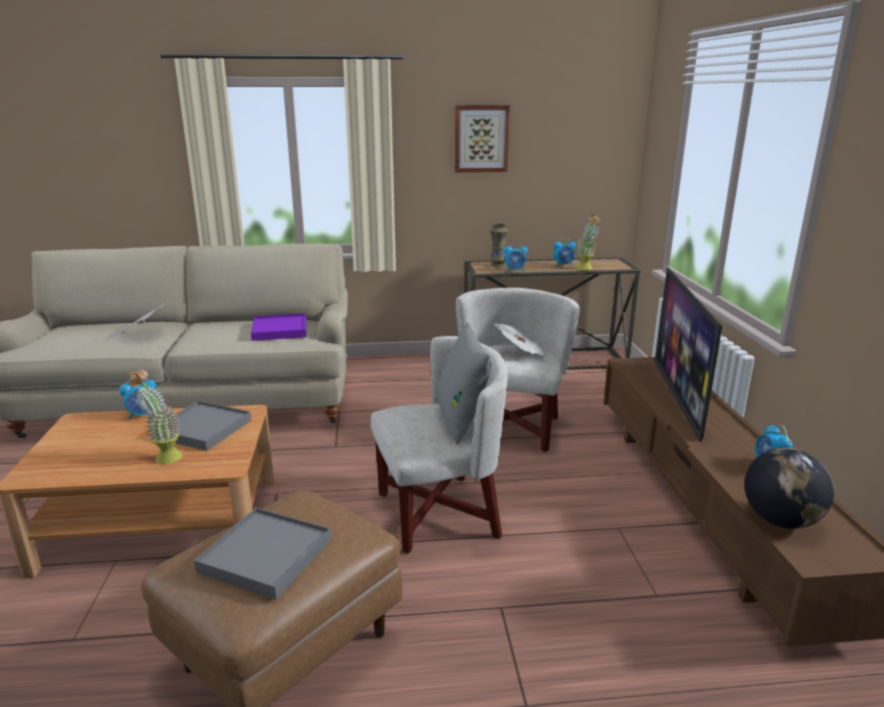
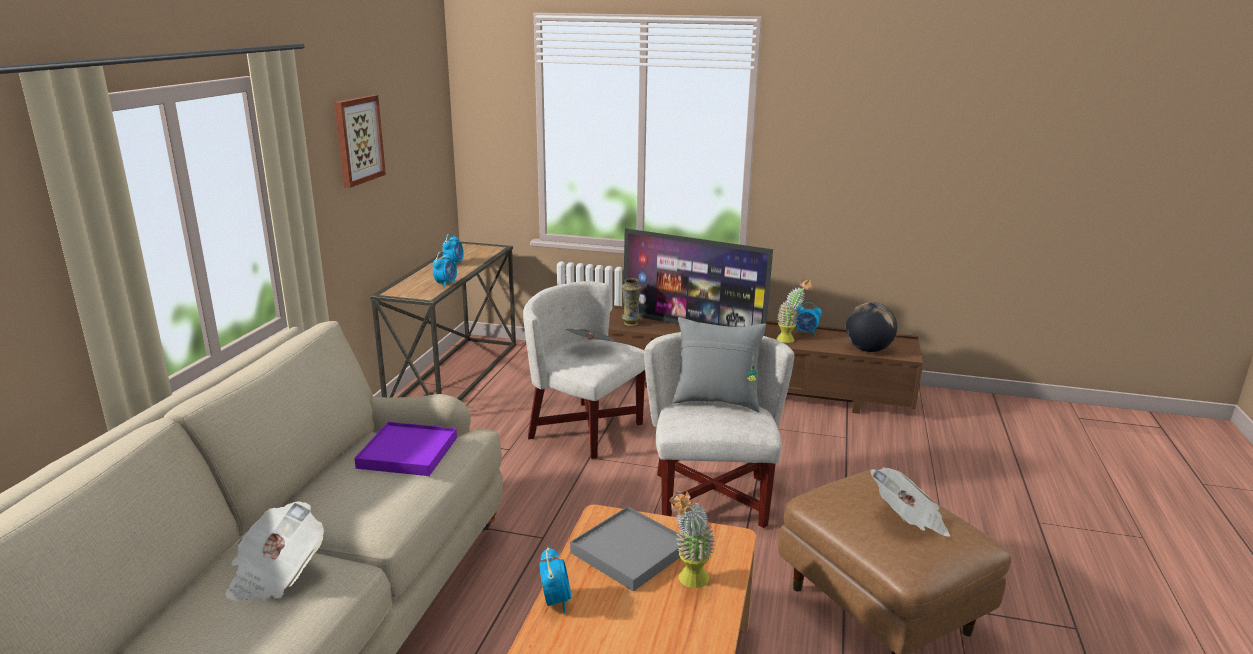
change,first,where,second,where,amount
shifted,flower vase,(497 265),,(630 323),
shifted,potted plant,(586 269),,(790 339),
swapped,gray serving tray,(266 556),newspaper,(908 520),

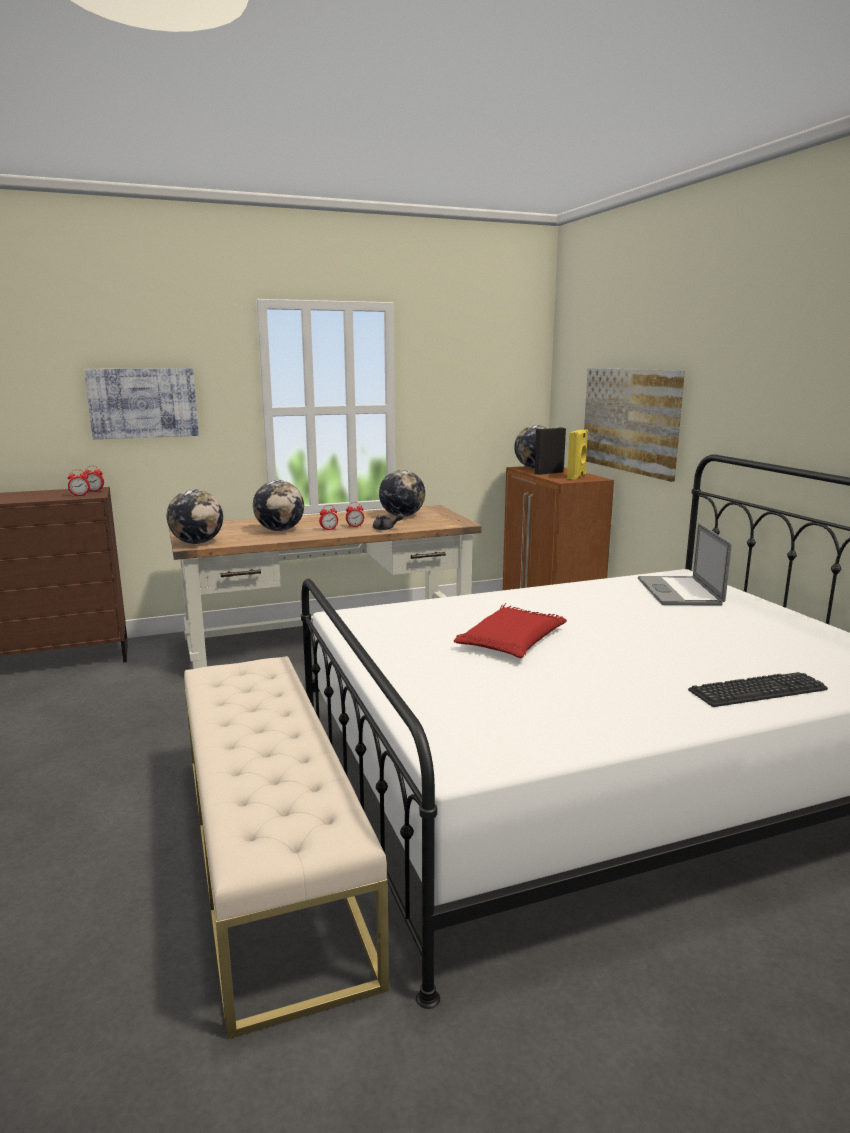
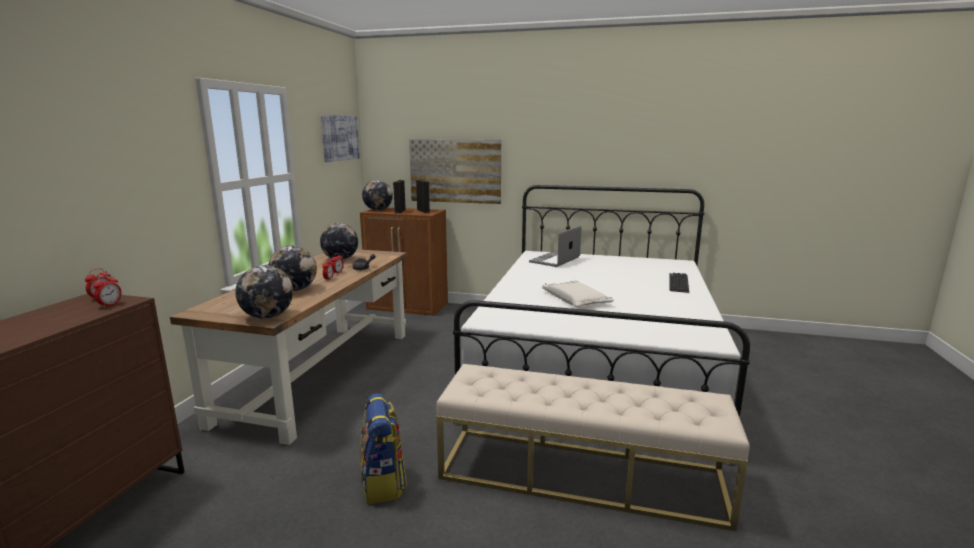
change,first,where,second,where,amount
new,,,knapsack,(383 483),
shifted,wall picture,(143 403),,(339 138),
repainted,red pillow,(511 639),whitish pillow,(576 299),
repainted,yellow speaker,(577 477),black speaker,(424 211),
rotated,laptop,(679 591),,(555 260),90 degrees clockwise

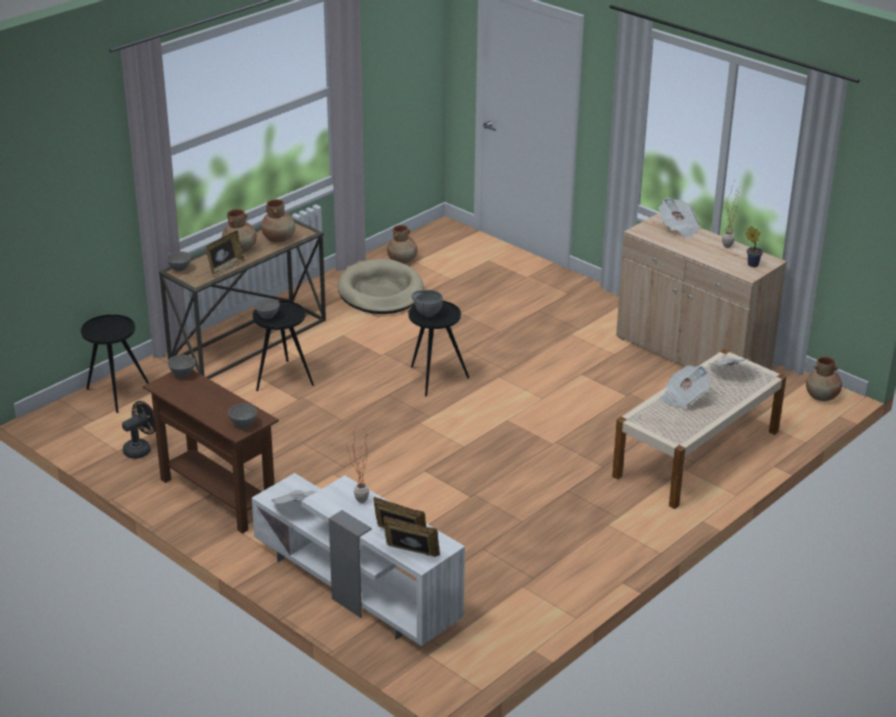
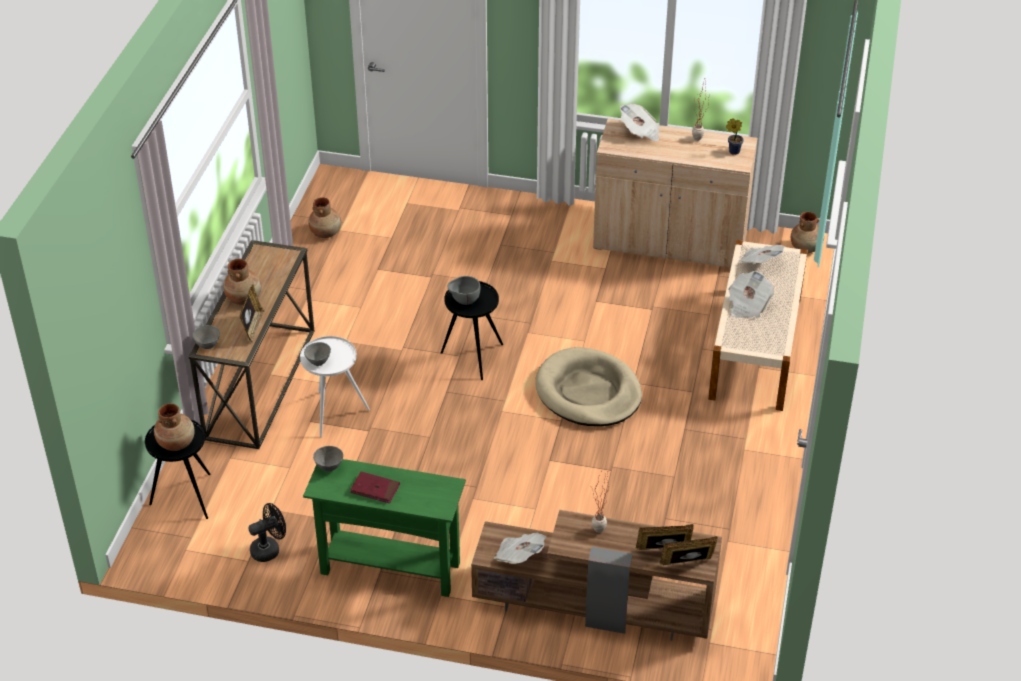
change,first,where,second,where,amount
gone,gray serving bowl,(243 425),,,
new,,,red bound book,(375 489),
shifted,brown-coloured flower vase,(279 238),,(176 442),
shifted,beige-coloured dog cushion,(380 292),,(588 392),
repainted,brown-coloured narrow table,(217 496),greenish narrow table,(390 568),
repainted,whitish tv unit,(355 584),brown-coloured tv unit,(592 602),
repainted,black end table,(282 379),whitish end table,(333 414),
rotated,black electric fan,(141 449),,(269 549),45 degrees clockwise

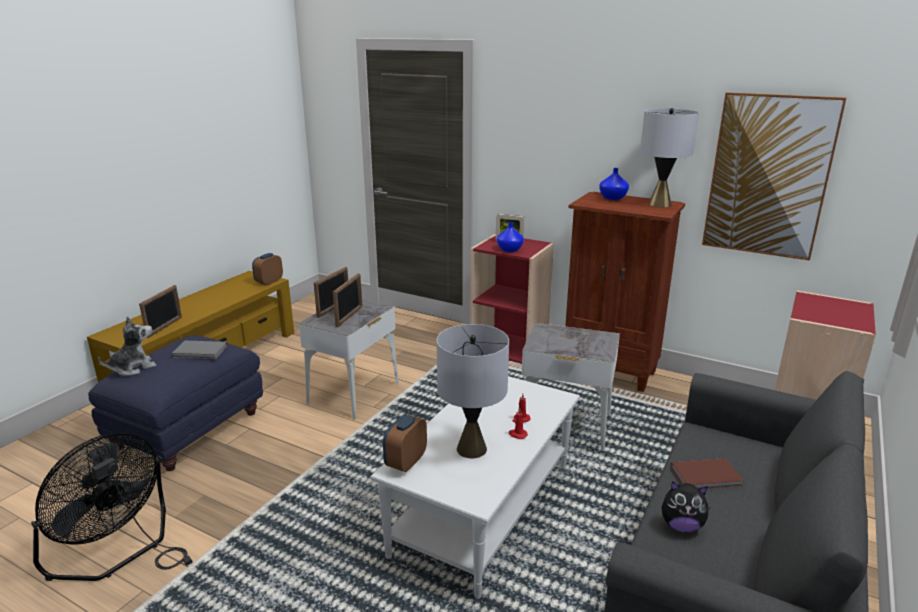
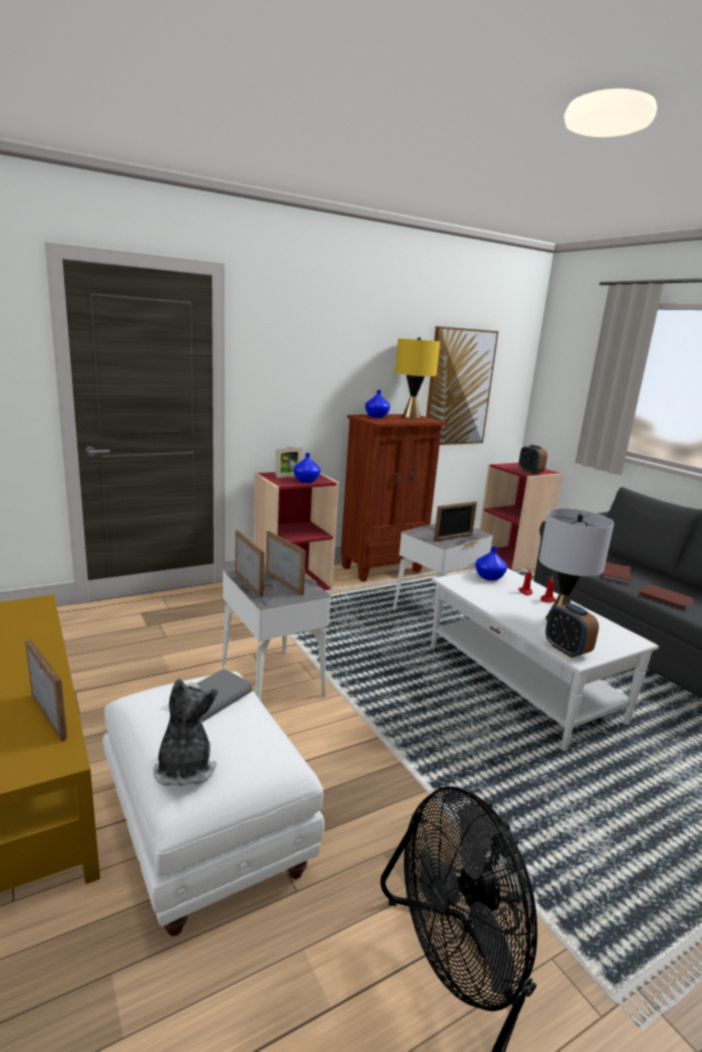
change,first,where,second,where,amount
new,,,standing frame,(453 538),
new,,,blue flower vase,(488 577),
shifted,alarm clock,(269 282),,(530 472),
swapped,plush toy,(681 526),brown-coloured bound book,(665 598),
repainted,blue footrest,(189 429),whitish footrest,(205 832),
repainted,gray tabletop lamp,(659 204),yellow tabletop lamp,(411 416),

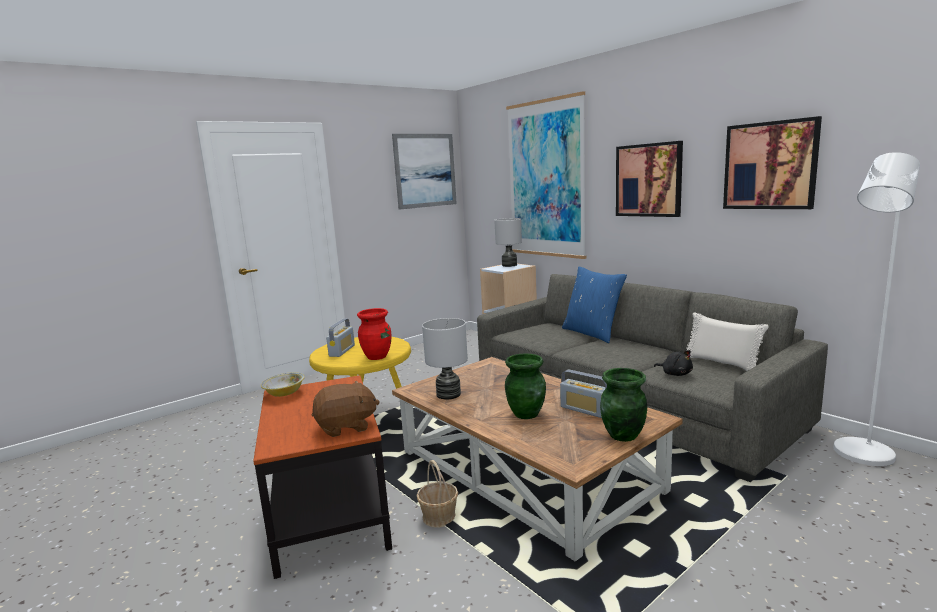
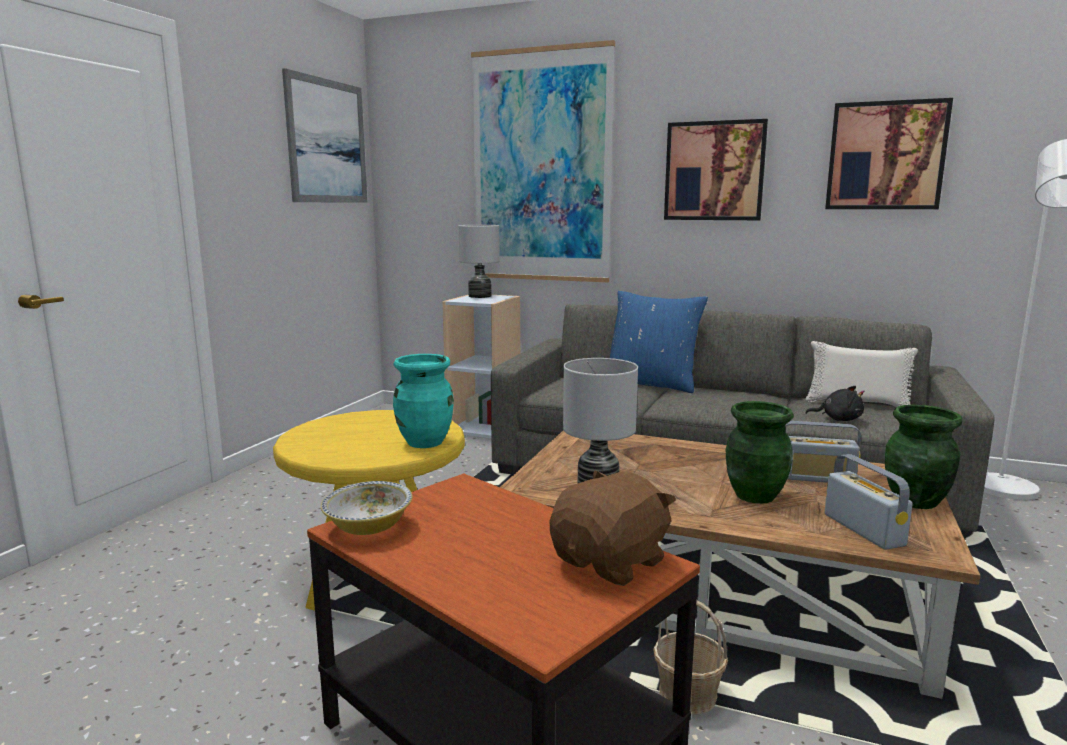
change,first,where,second,where,amount
shifted,radio receiver,(342 351),,(863 529),
repainted,red flower vase,(377 356),blue-green flower vase,(425 442),

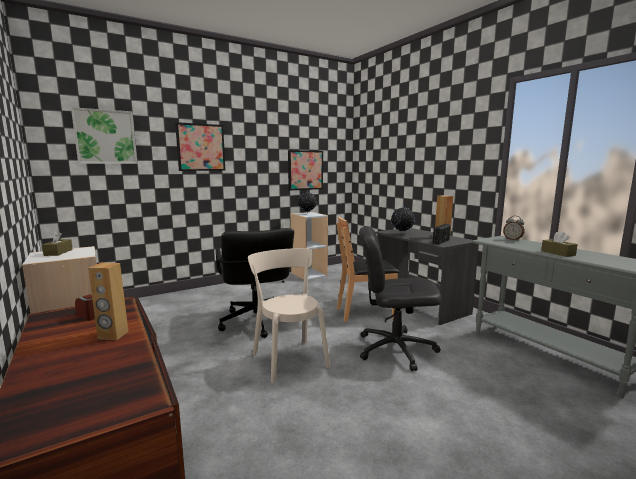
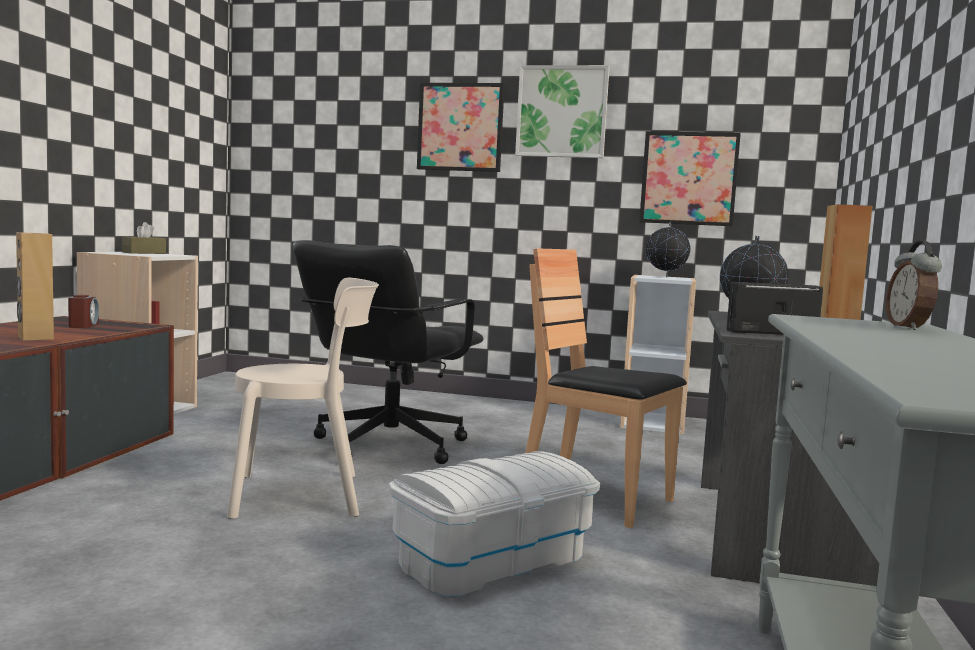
change,first,where,second,where,amount
gone,brown-coloured tissue holder,(558 253),,,
shifted,wall picture,(105 137),,(562 112),
swapped,black computer chair,(395 349),whitish storage container,(492 559),
rotated,beige-coloured upright chair,(289 358),,(305 495),60 degrees clockwise

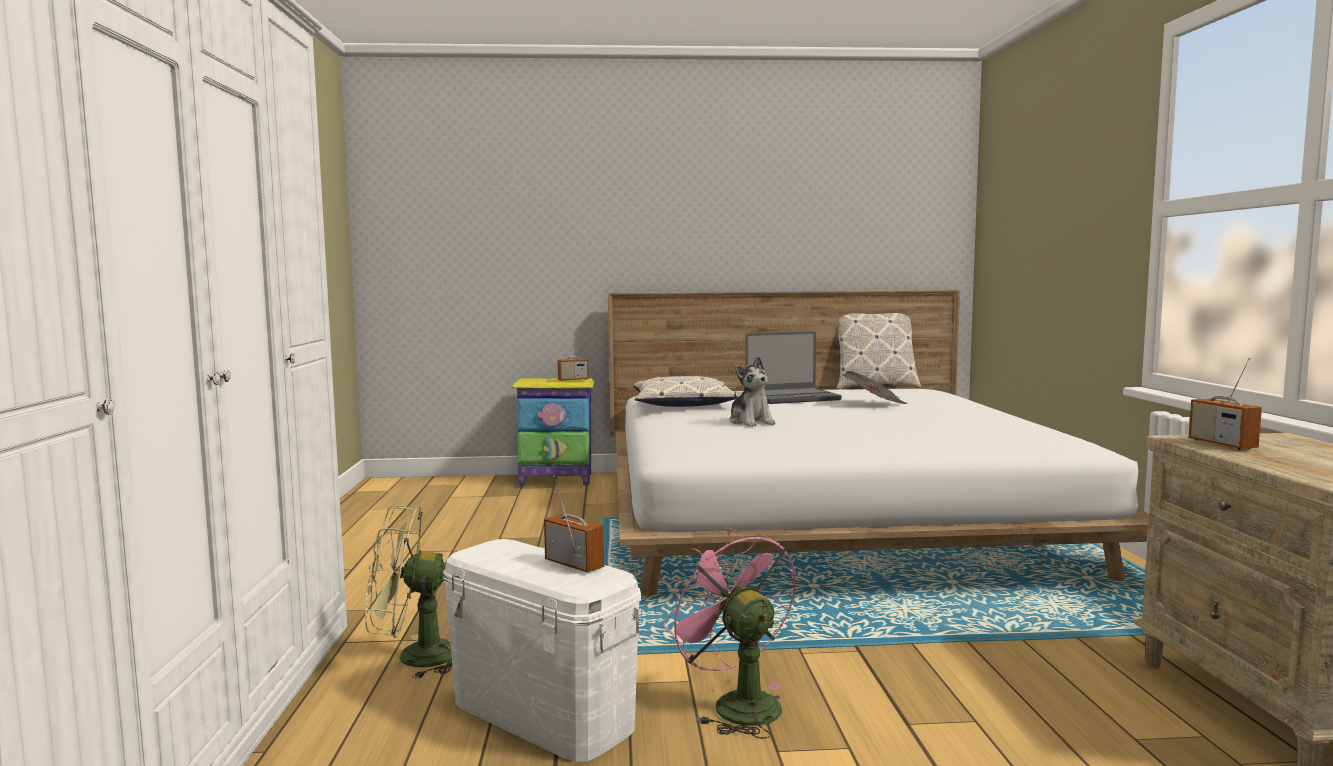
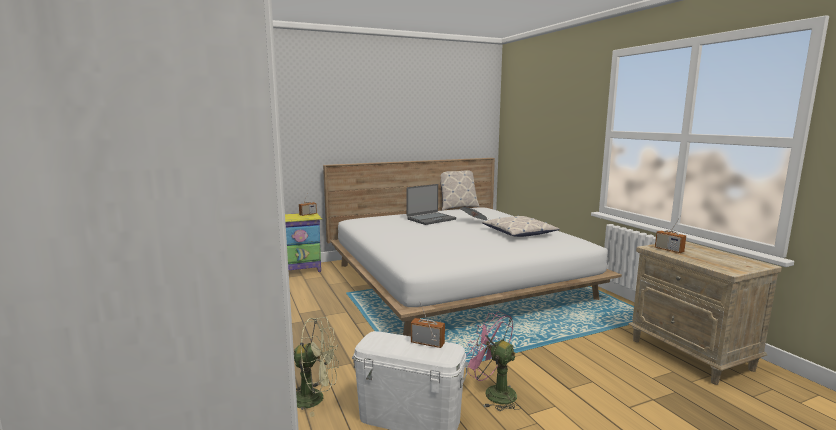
change,first,where,second,where,amount
gone,plush toy,(751 422),,,
shifted,pillow,(682 404),,(519 233),
rotated,greenish electric fan,(414 658),,(315 398),150 degrees counterclockwise

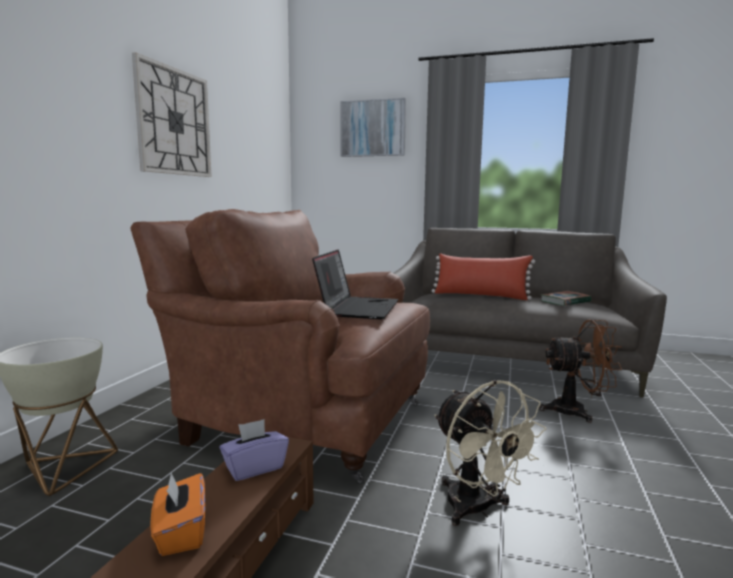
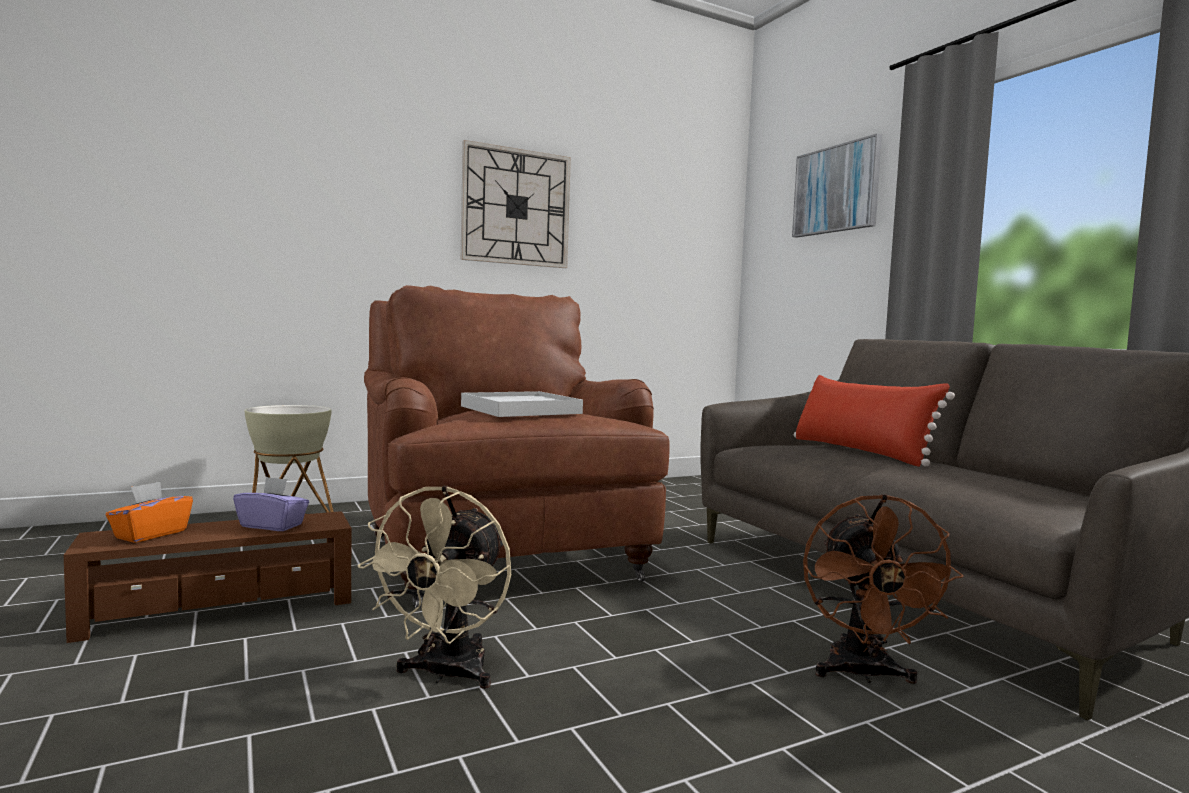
change,first,where,second,where,amount
gone,bound book,(565 301),,,
swapped,laptop,(357 308),whitish serving tray,(520 410),
rotated,brown-coloured electric fan,(577 411),,(863 674),45 degrees clockwise

